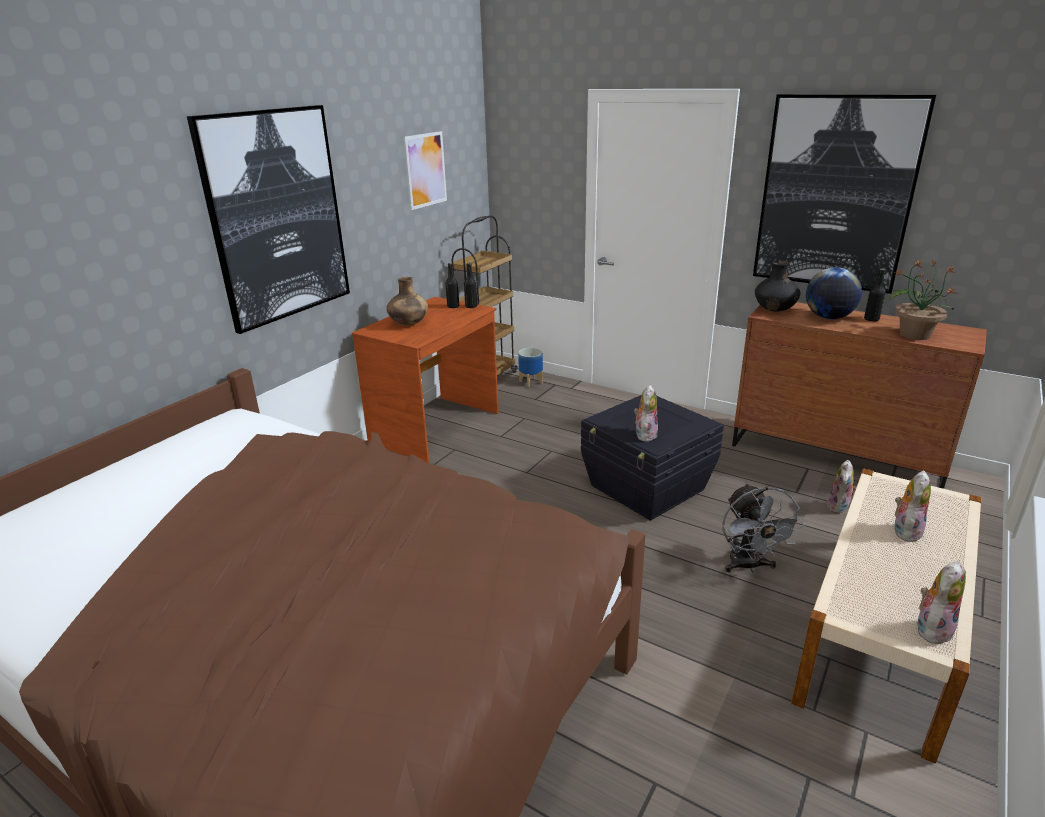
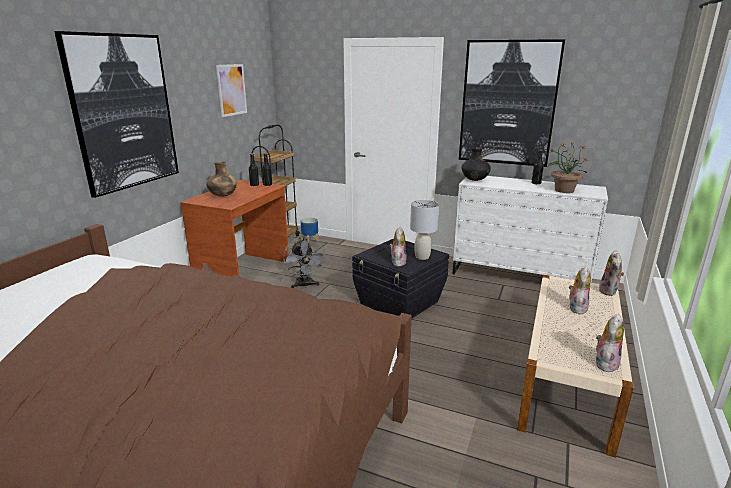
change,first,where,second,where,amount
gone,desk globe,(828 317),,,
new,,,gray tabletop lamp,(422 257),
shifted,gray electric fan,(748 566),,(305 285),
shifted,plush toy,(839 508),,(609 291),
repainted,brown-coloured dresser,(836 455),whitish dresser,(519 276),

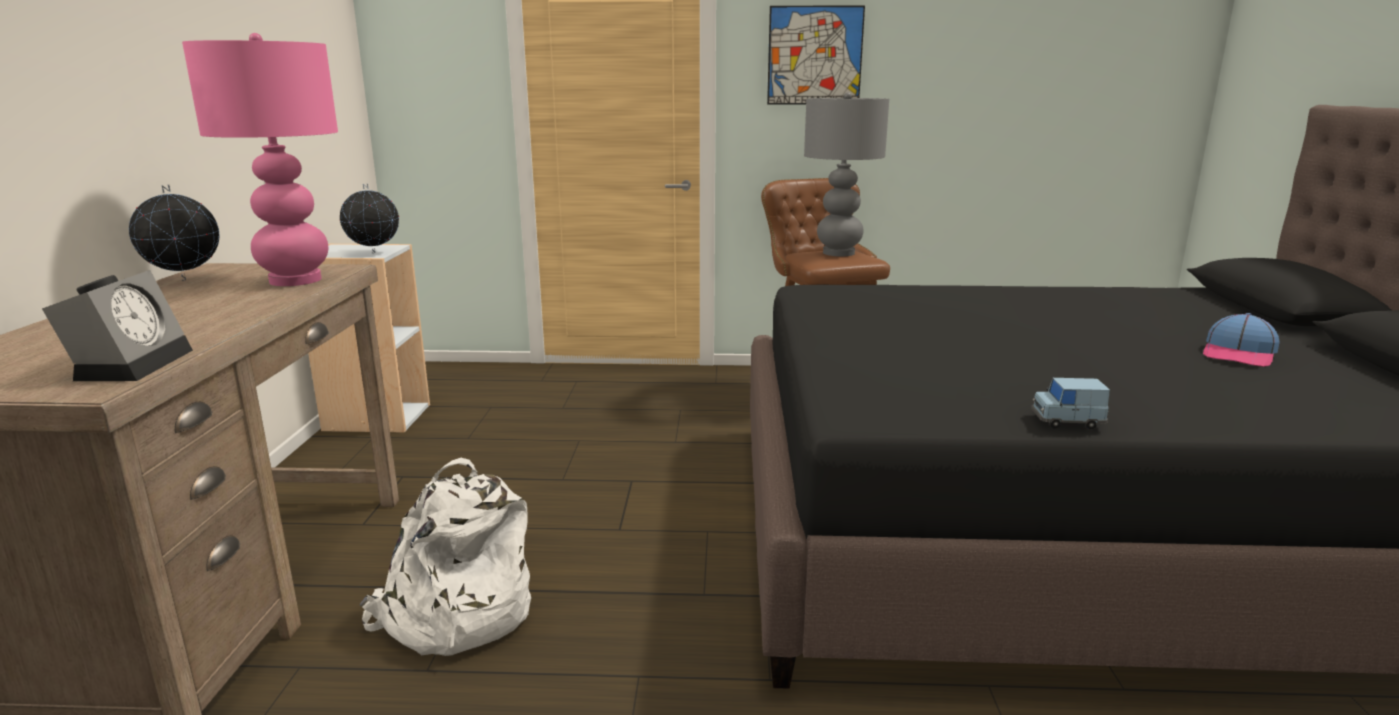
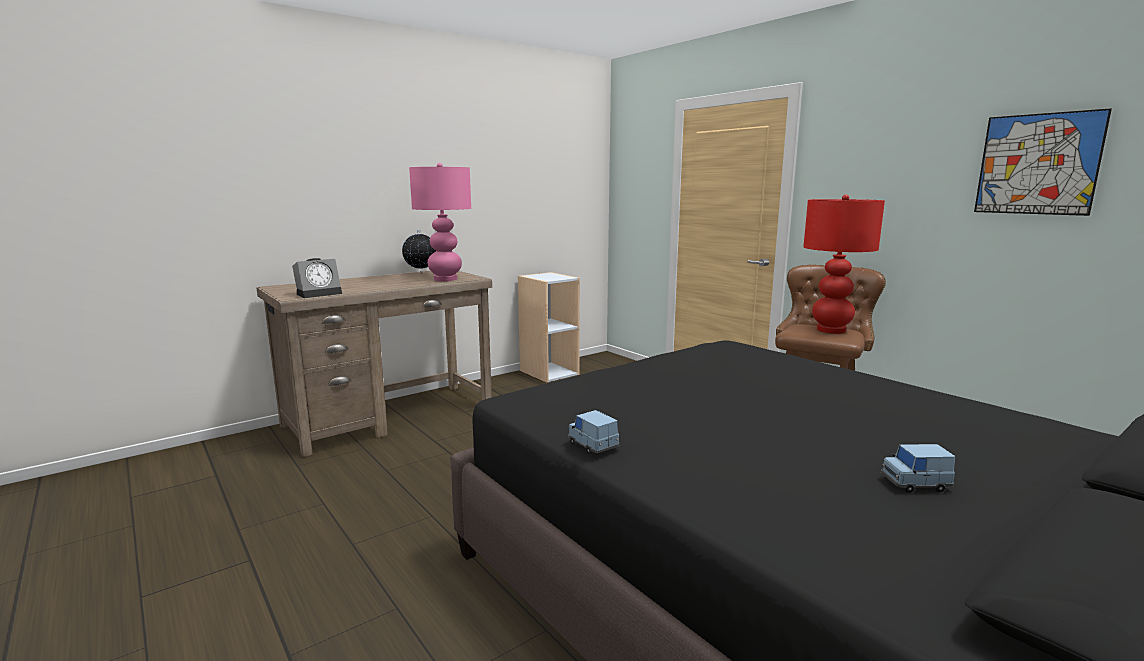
change,first,where,second,where,amount
gone,desk globe,(374 253),,,
gone,whitish knapsack,(455 614),,,
shifted,wall picture,(814 56),,(1037 164),
swapped,peaked cap,(1239 354),blue model car,(915 484),
repainted,gray tabletop lamp,(838 253),red tabletop lamp,(830 330),

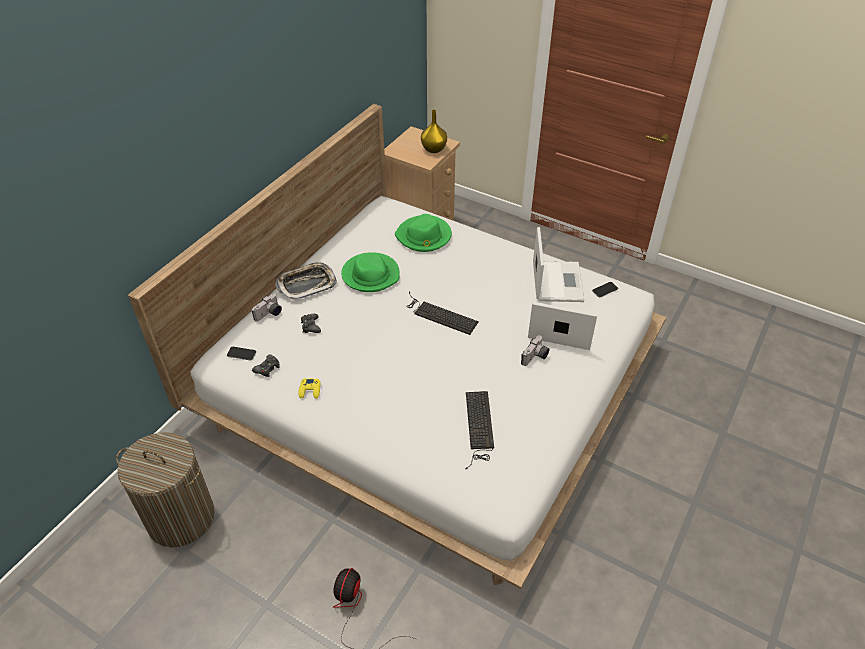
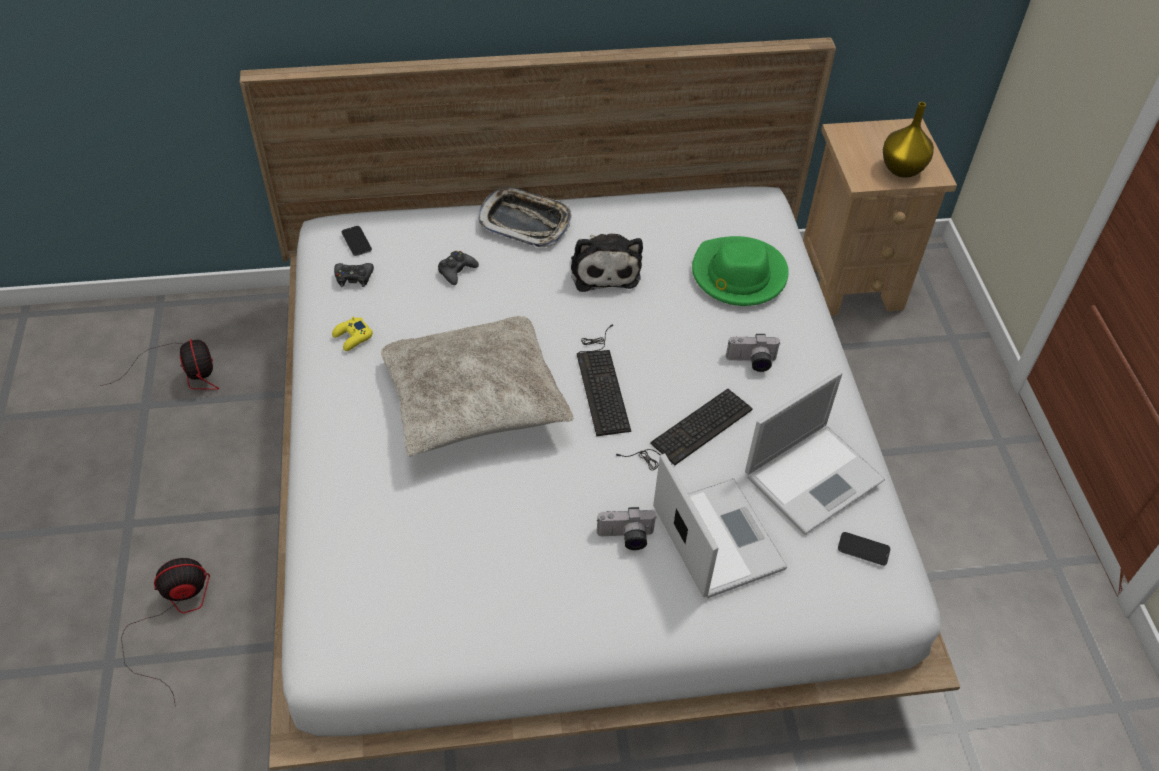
change,first,where,second,where,amount
new,,,beige-coloured pillow,(475 400),
shifted,still camera,(269 314),,(751 362),
shifted,computer keyboard,(478 427),,(689 432),
swapped,laundry basket,(181 517),electric fan,(184 372),
swapped,greenish hat,(370 275),plush toy,(604 269),

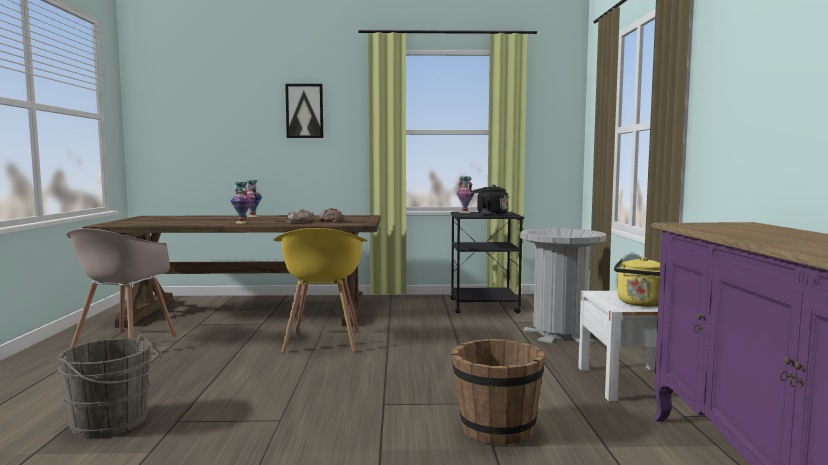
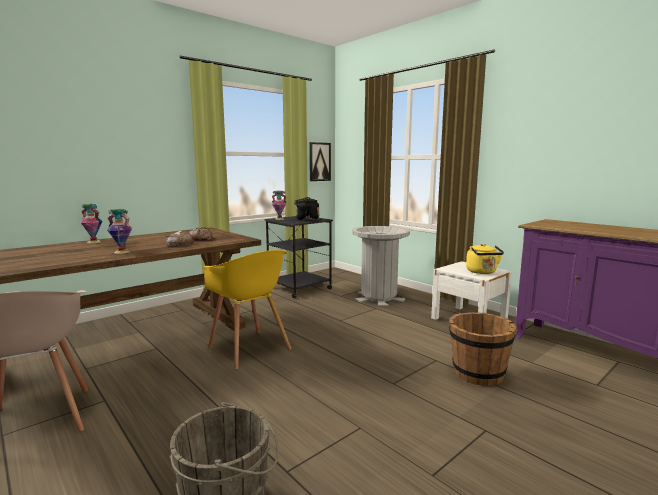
change,first,where,second,where,amount
shifted,wall picture,(304 111),,(319 161),

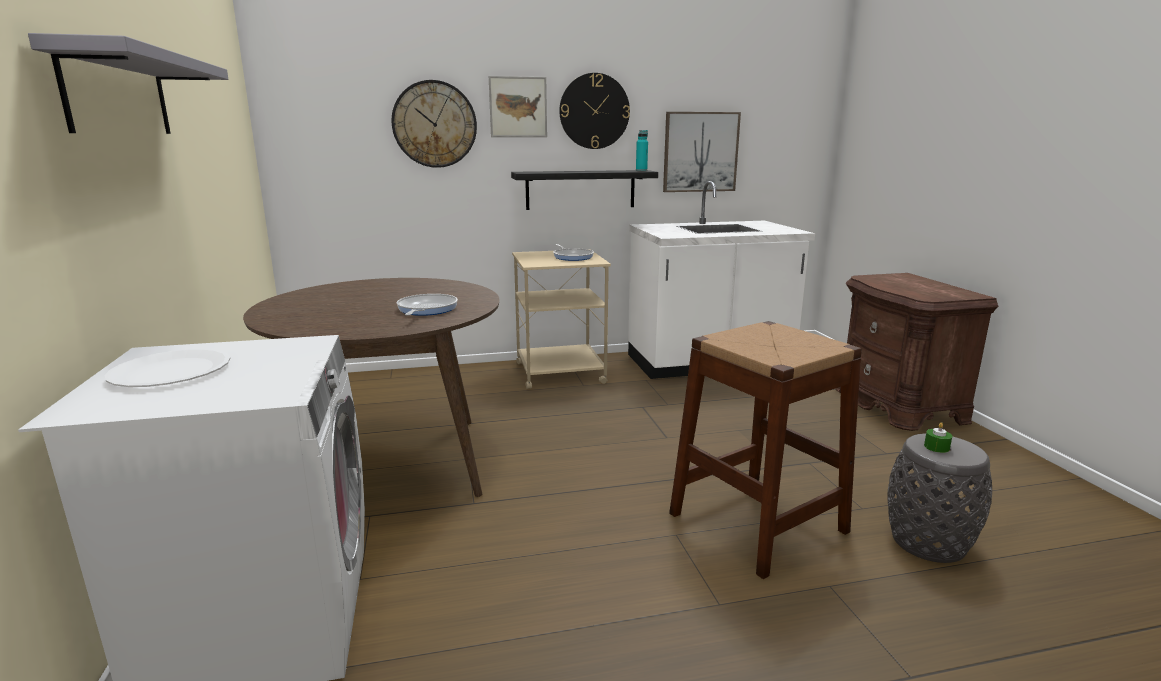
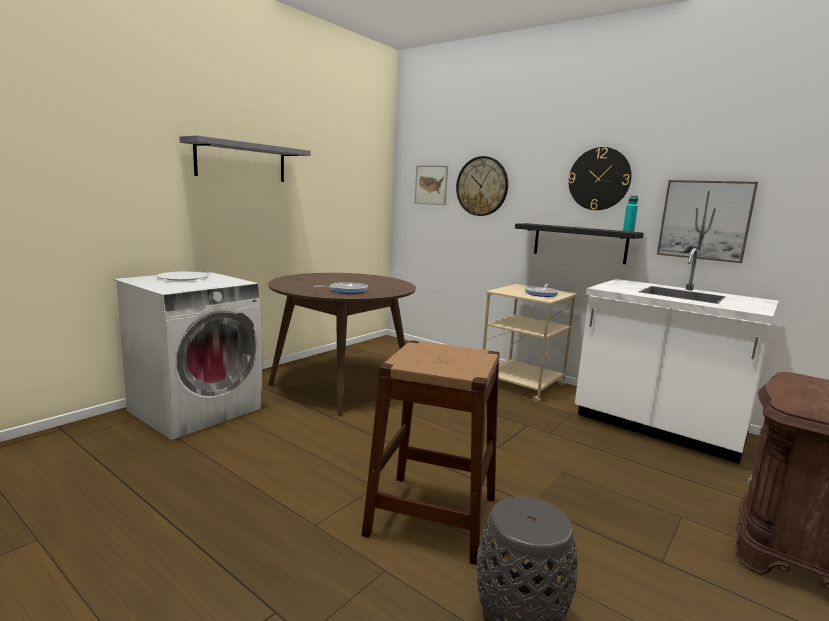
change,first,where,second,where,amount
gone,greenish wax candle,(936 447),,,
shifted,wall picture,(518 107),,(431 185),

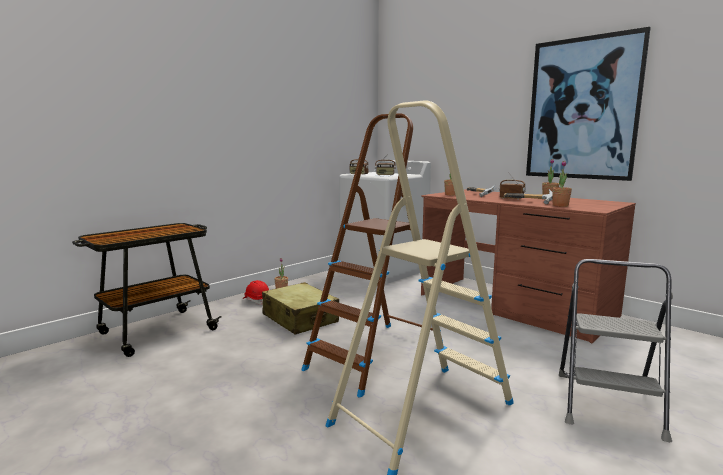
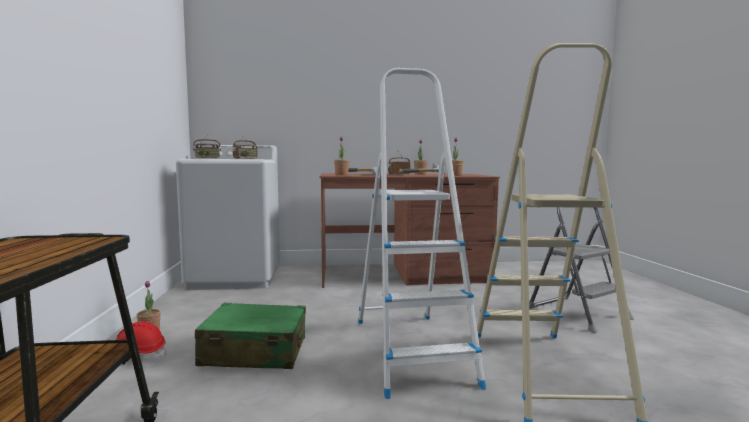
change,first,where,second,where,amount
gone,wall picture,(582 109),,,
repainted,beige-coloured piece of luggage,(300 319),greenish piece of luggage,(255 352),
repainted,brown-coloured step ladder,(376 356),whitish step ladder,(411 350),

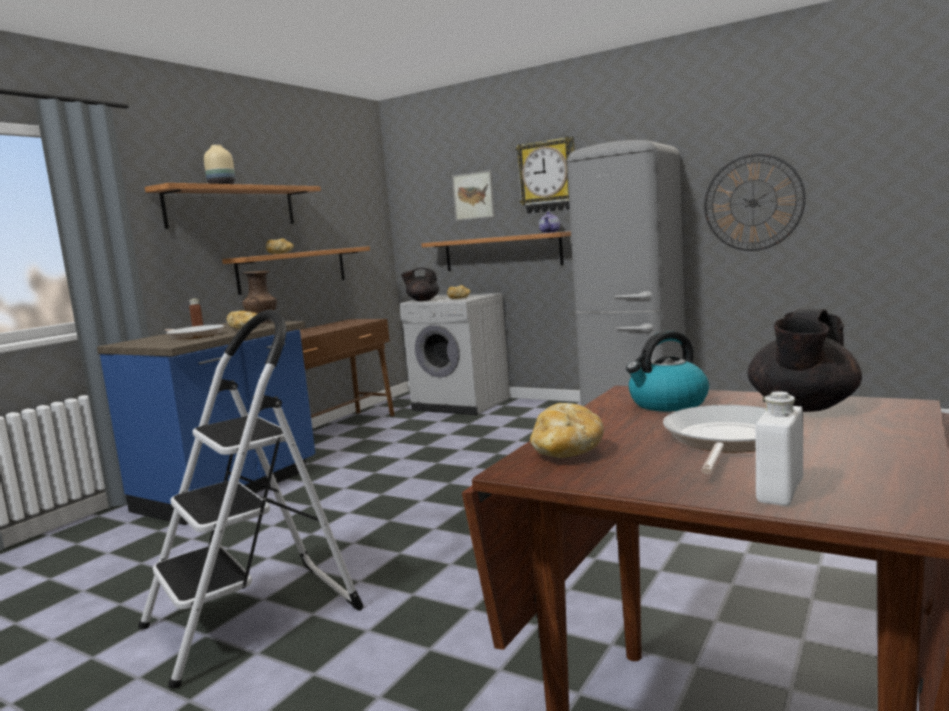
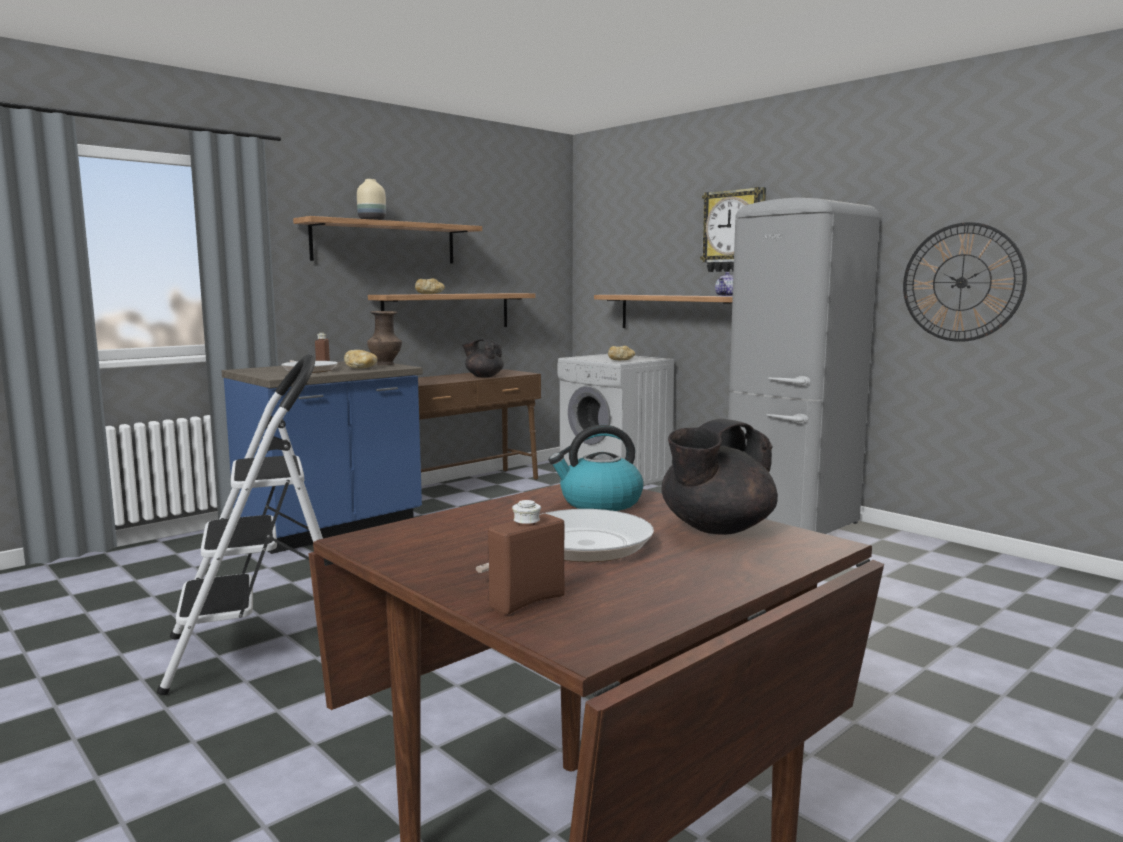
change,first,where,second,where,amount
gone,wall picture,(473 196),,,
gone,bread,(567 452),,,
shifted,black teapot,(422 300),,(483 376),
repainted,whitish beverage bottle,(780 491),brown-coloured beverage bottle,(527 601),

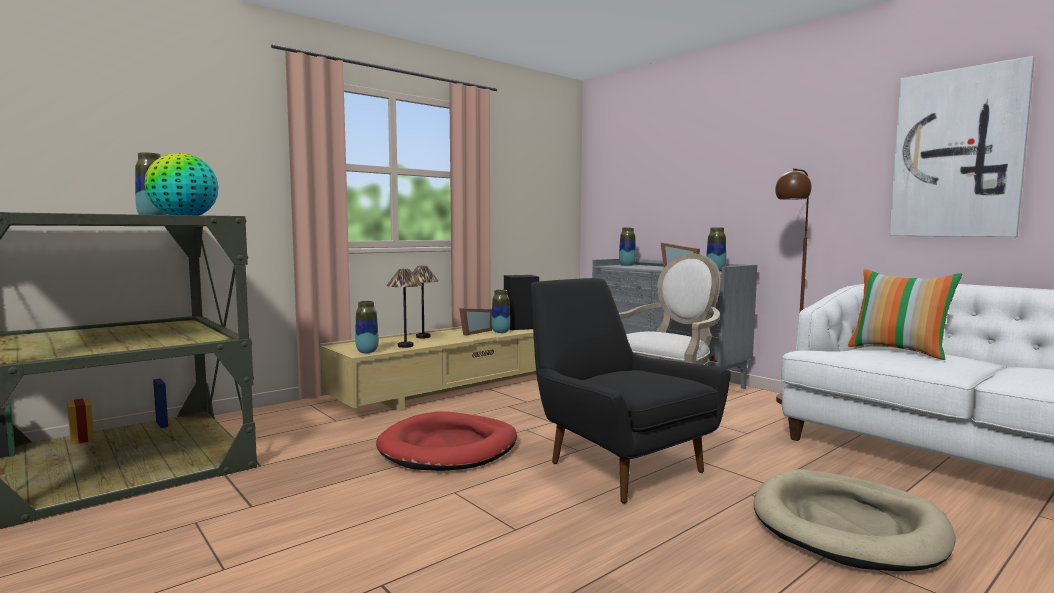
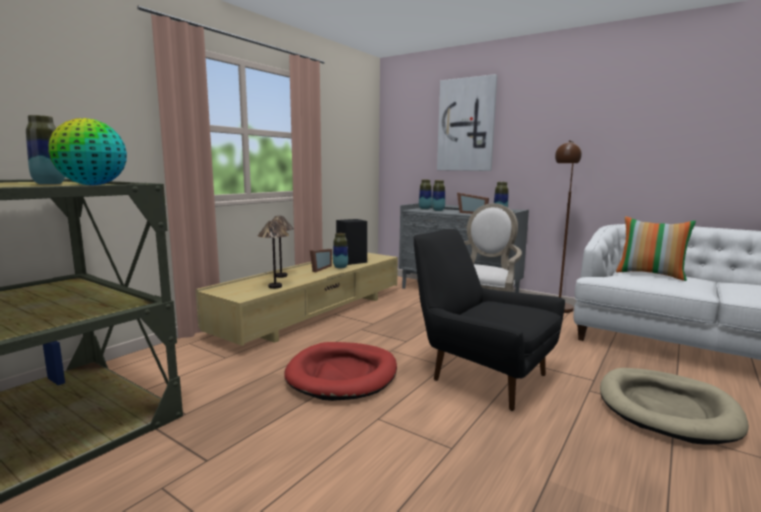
change,first,where,second,where,amount
shifted,flower vase,(367 352),,(438 210),
shifted,wall picture,(957 154),,(466 125),

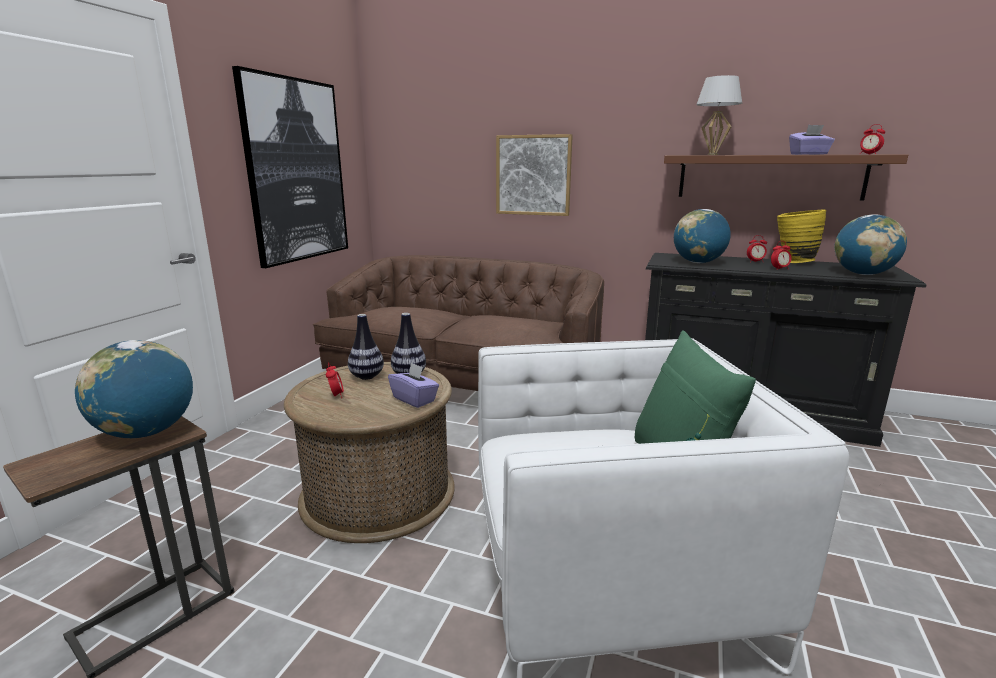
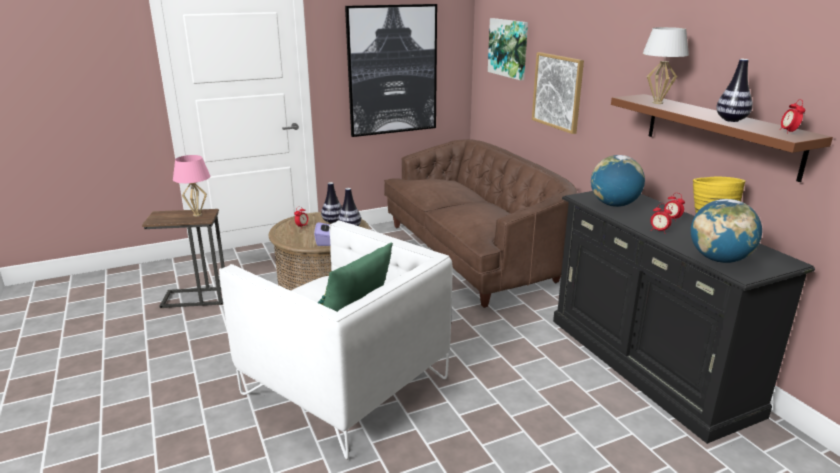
change,first,where,second,where,amount
new,,,wall picture,(508 48),
swapped,desk globe,(147 432),pink-coloured tabletop lamp,(197 214),
swapped,purplish tissue holder,(809 154),flower vase,(731 120),

